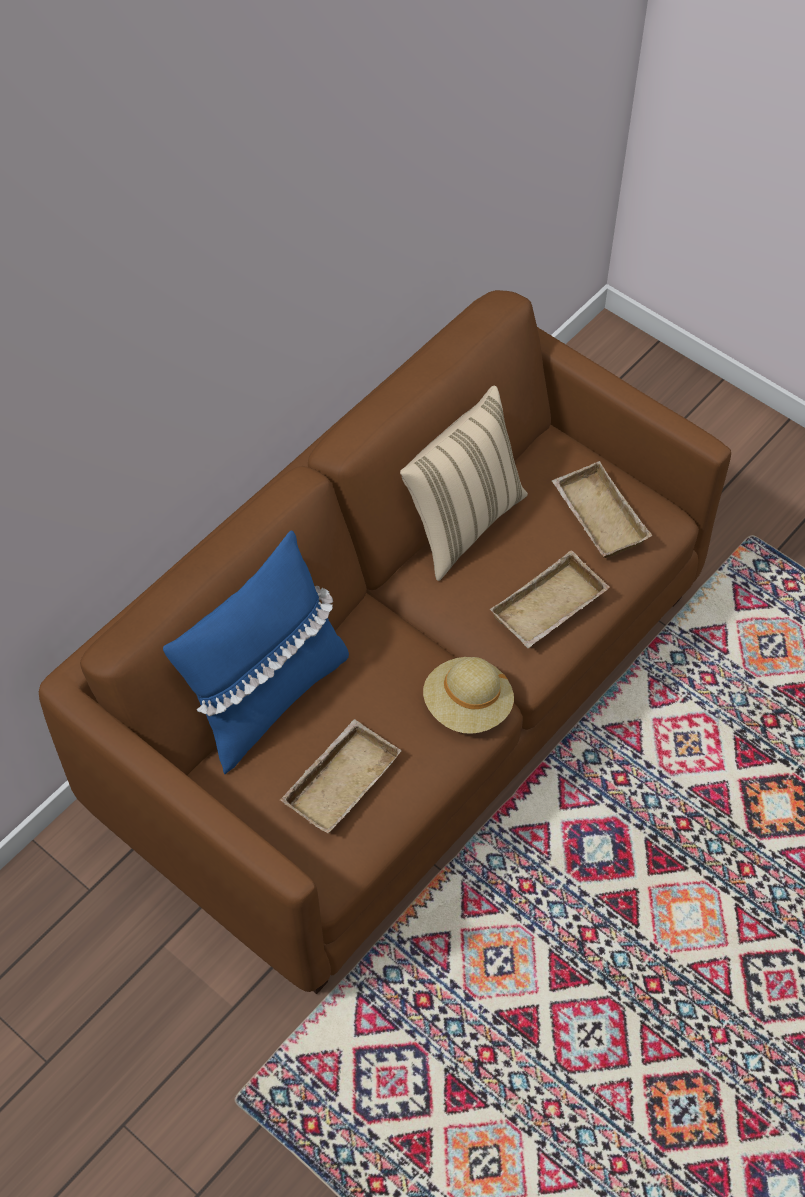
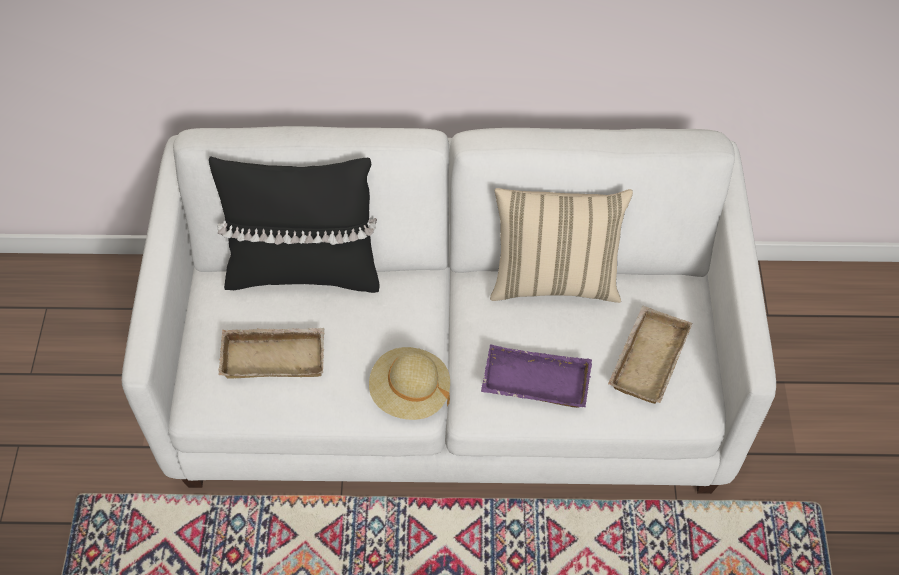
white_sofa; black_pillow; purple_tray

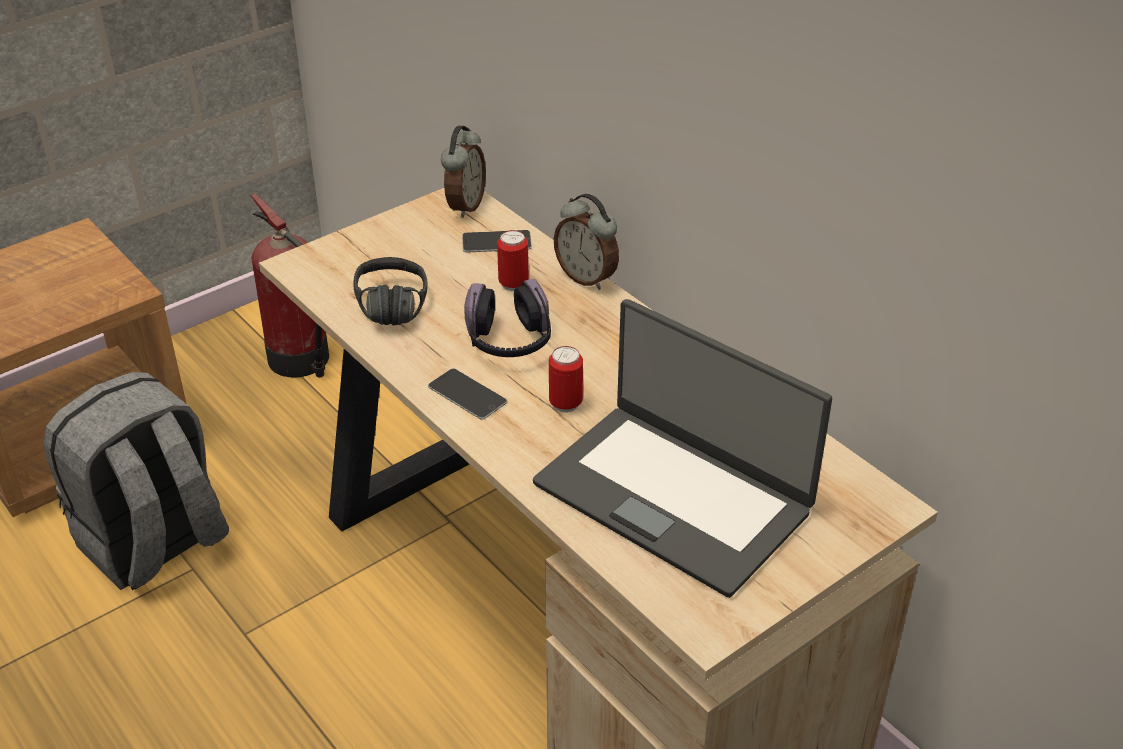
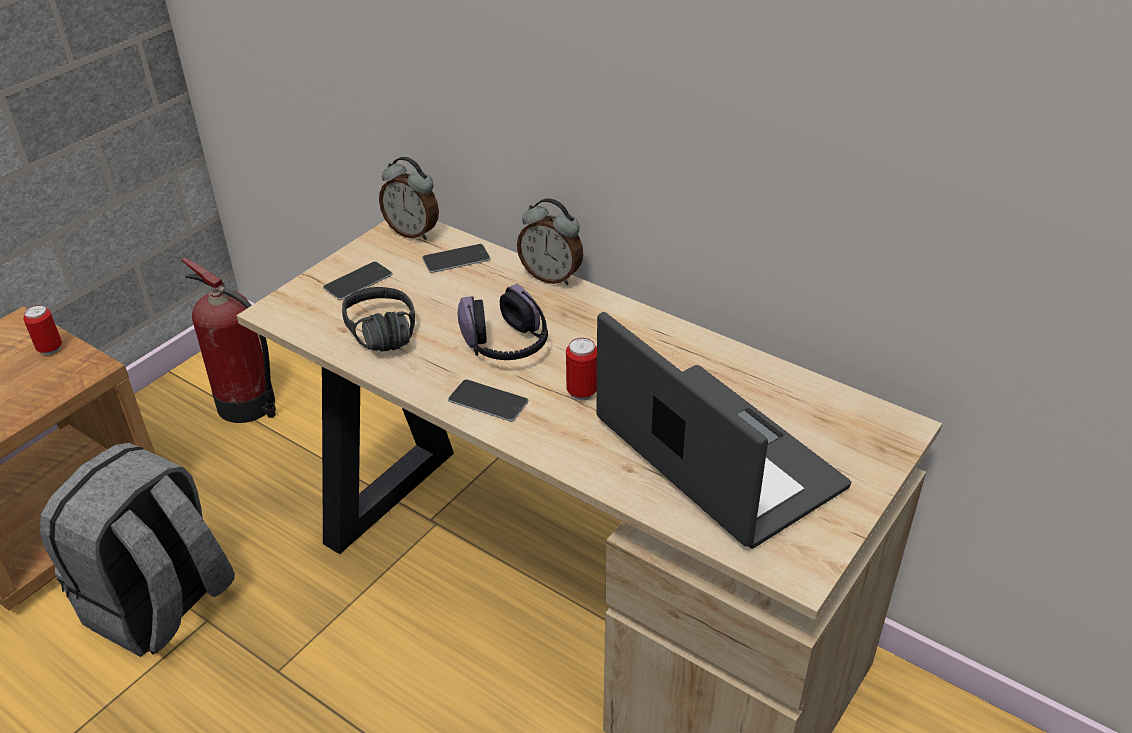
phone (1st from left); can (1st from left); alarm_clock (1st from left); laptop

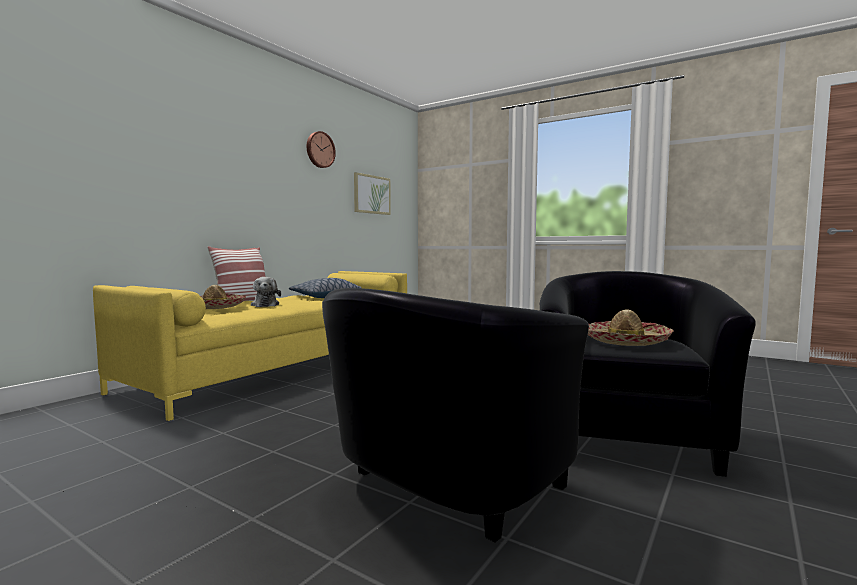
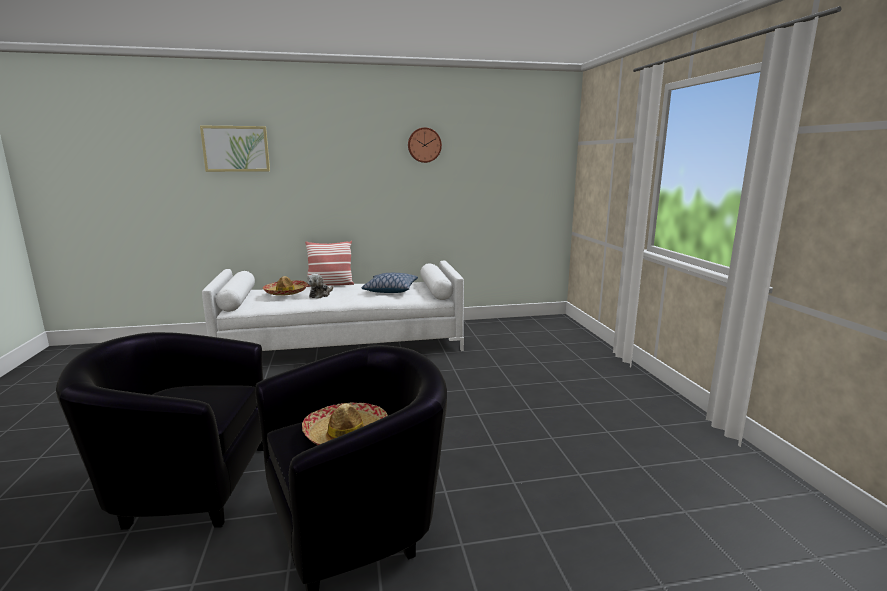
picture; white_sofa

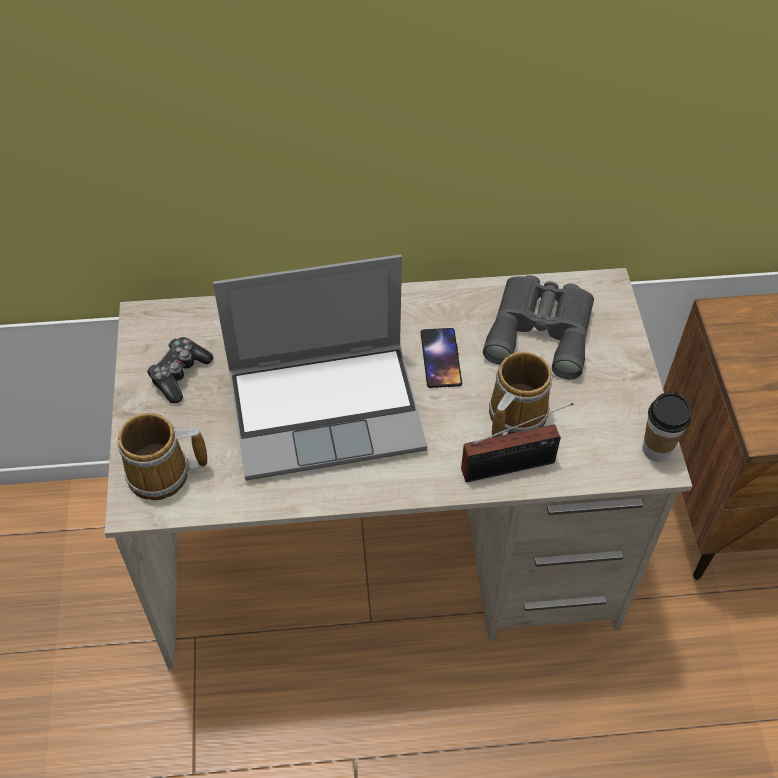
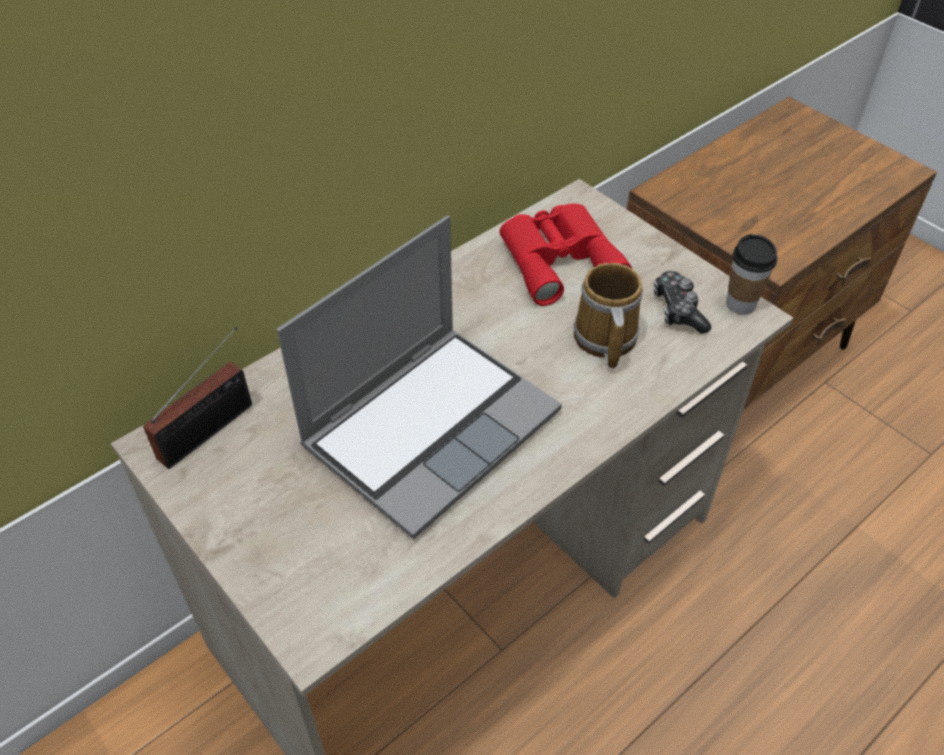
mug (1st from left in the first image); phone; game_controller; radio; red_binoculars

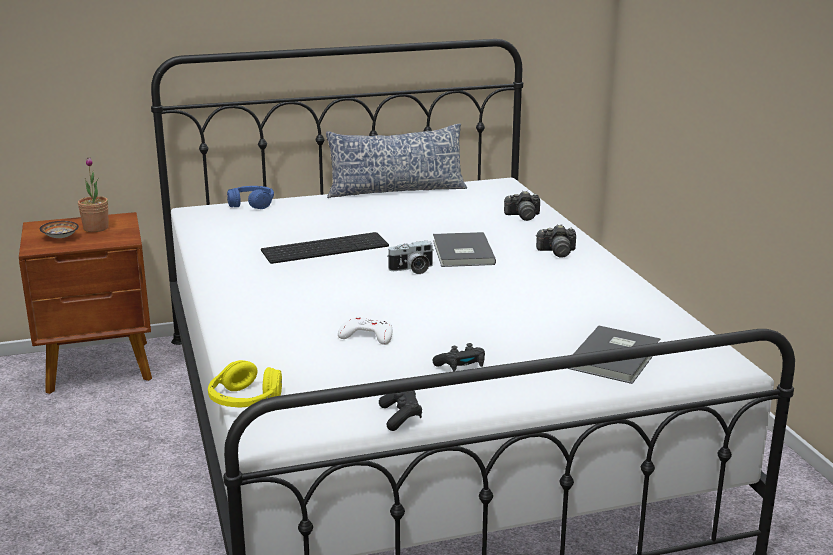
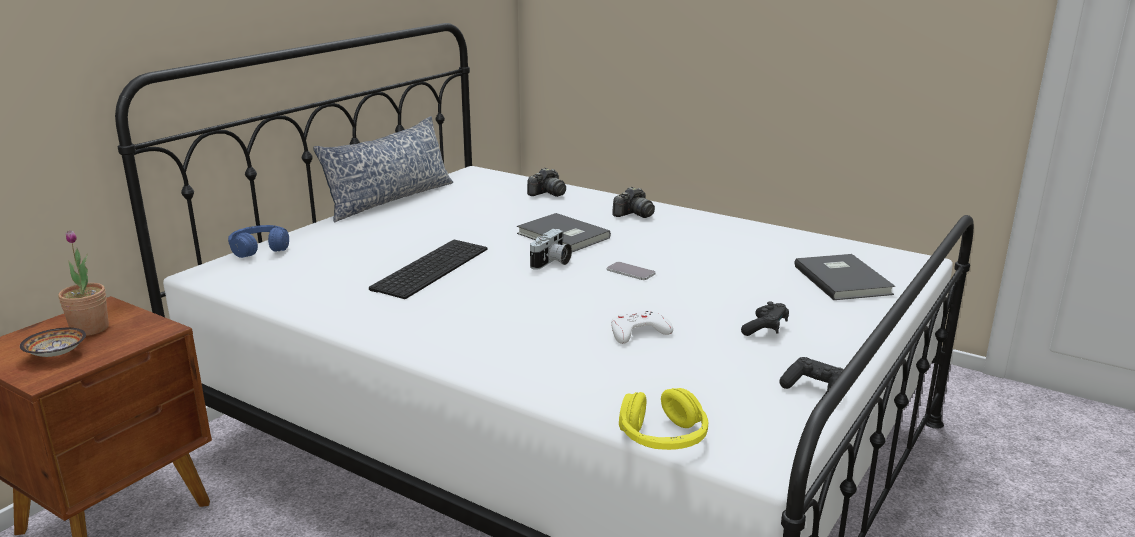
phone

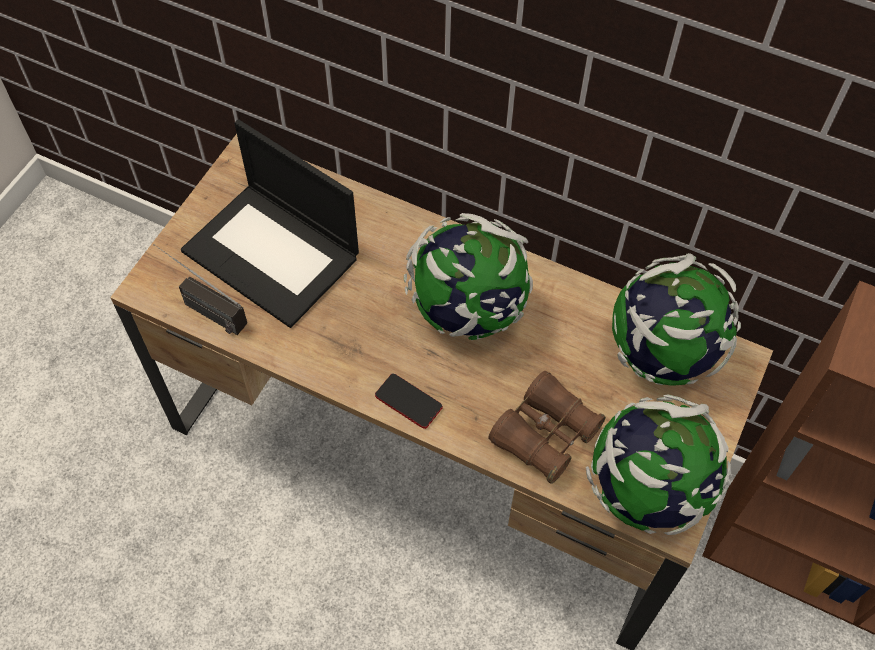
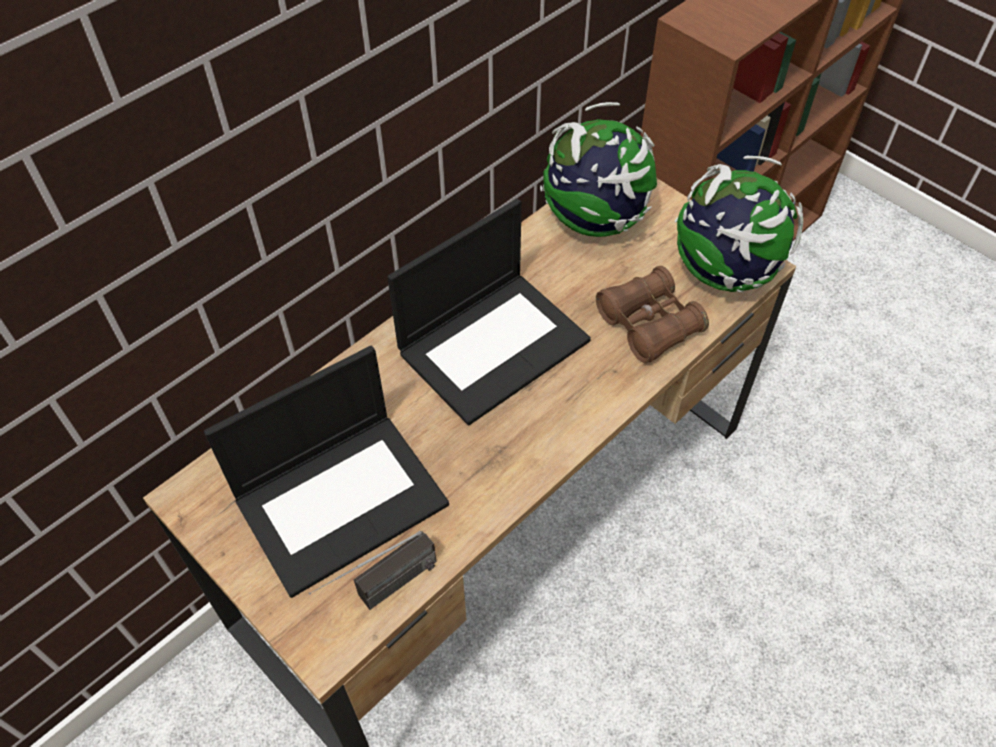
phone; laptop (2nd from left)

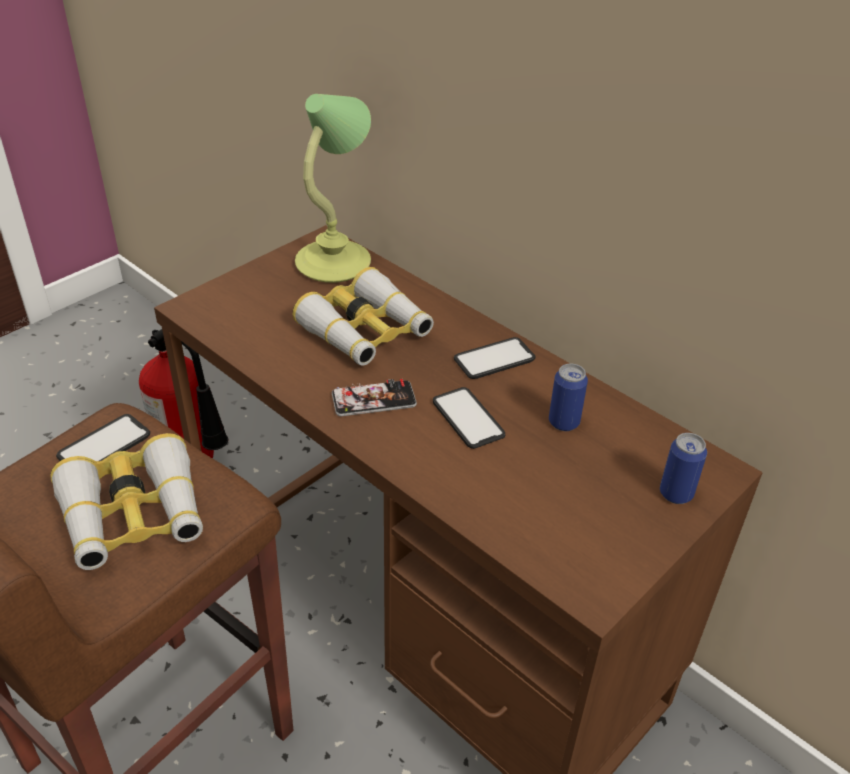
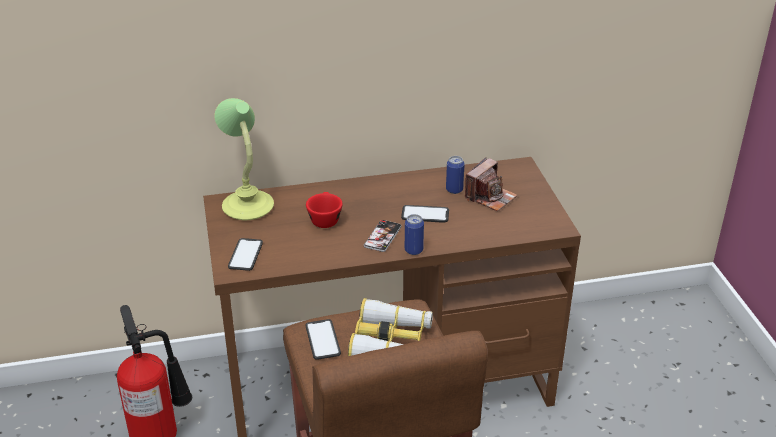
photo_camera; phone (1st from left); can (1st from left); red_cup

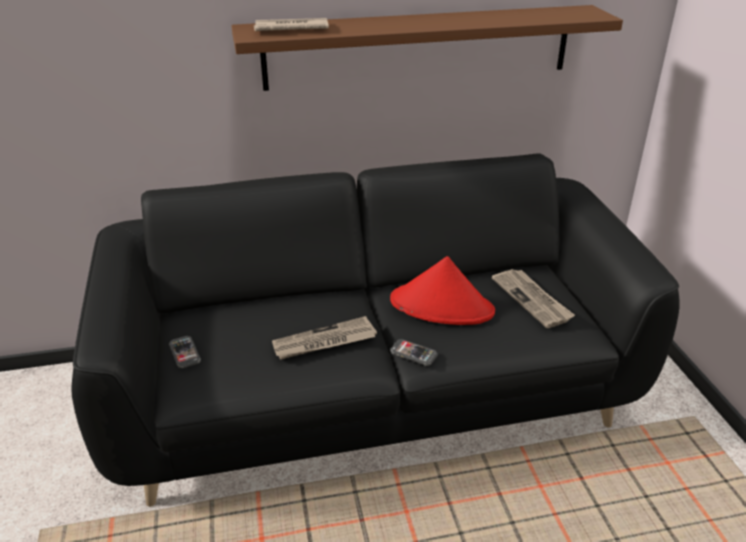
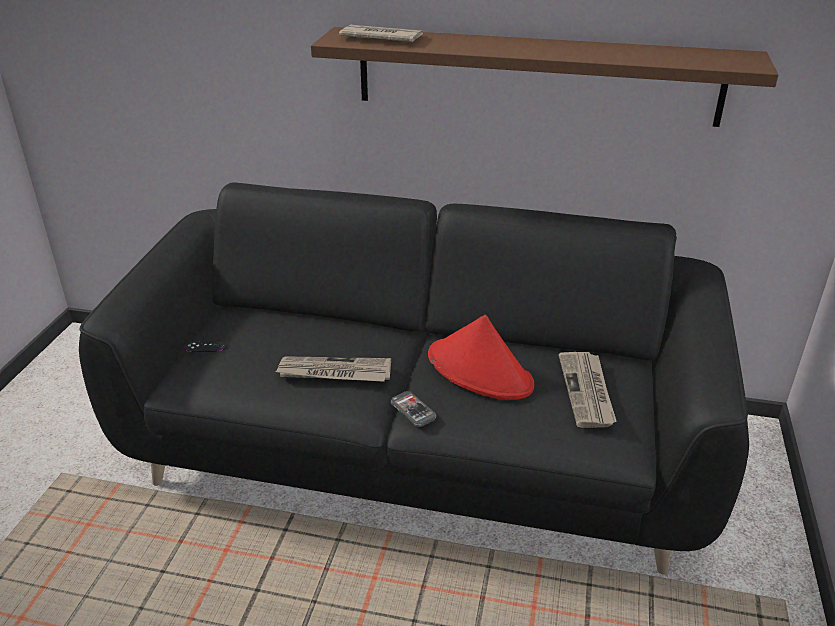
black_game_controller

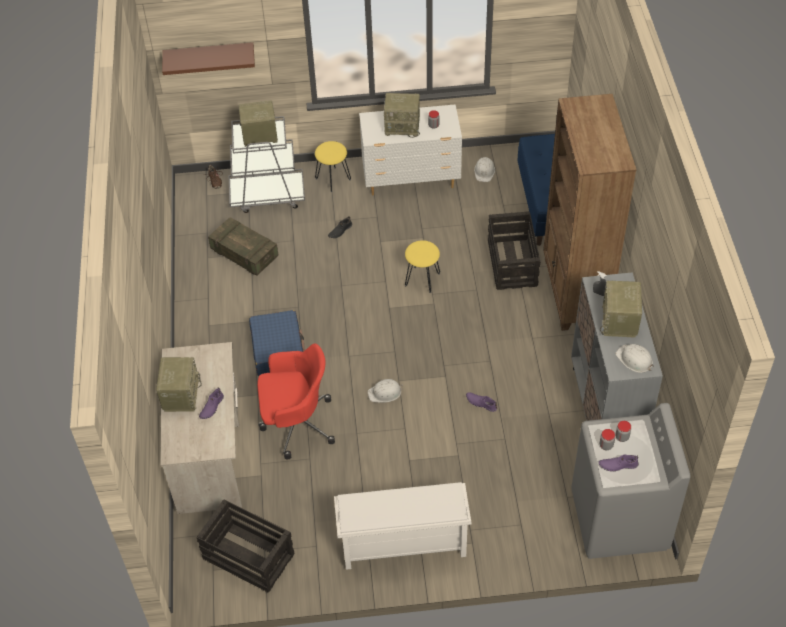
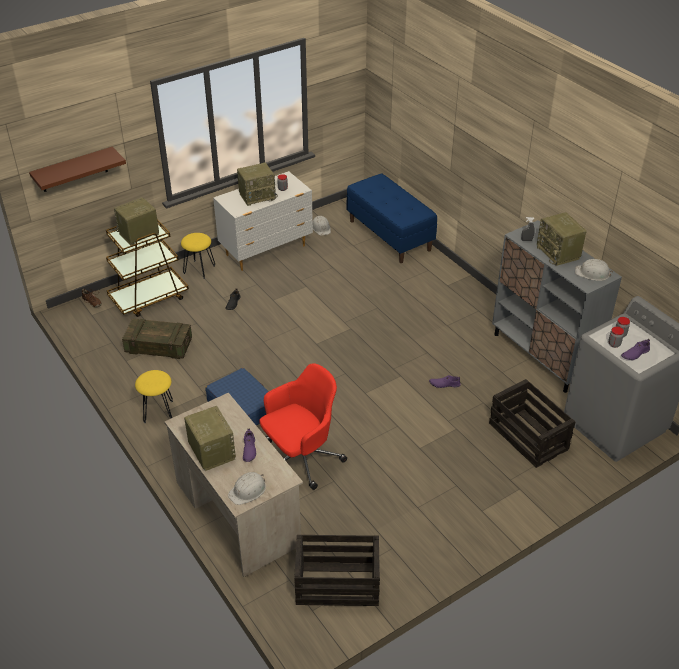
white_shoe_rack; brown_bookcase; white_hard_hat (1st from left); yellow_stool (1st from left); crate (3rd from left); brown_cart

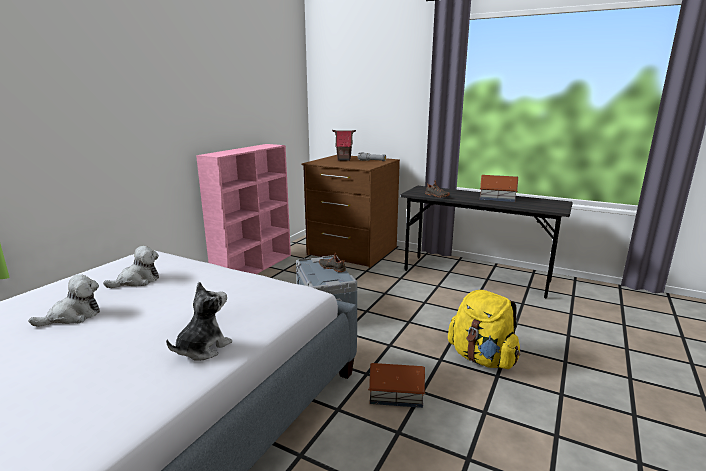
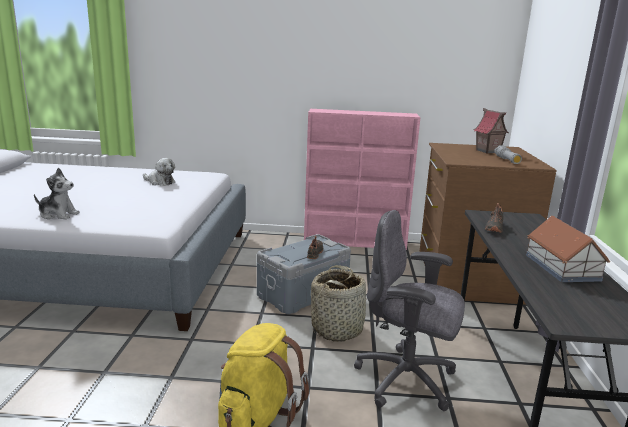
plush_toy (1st from left in the first image); toy_house (2nd from left in the first image); basket; grey_office_chair

